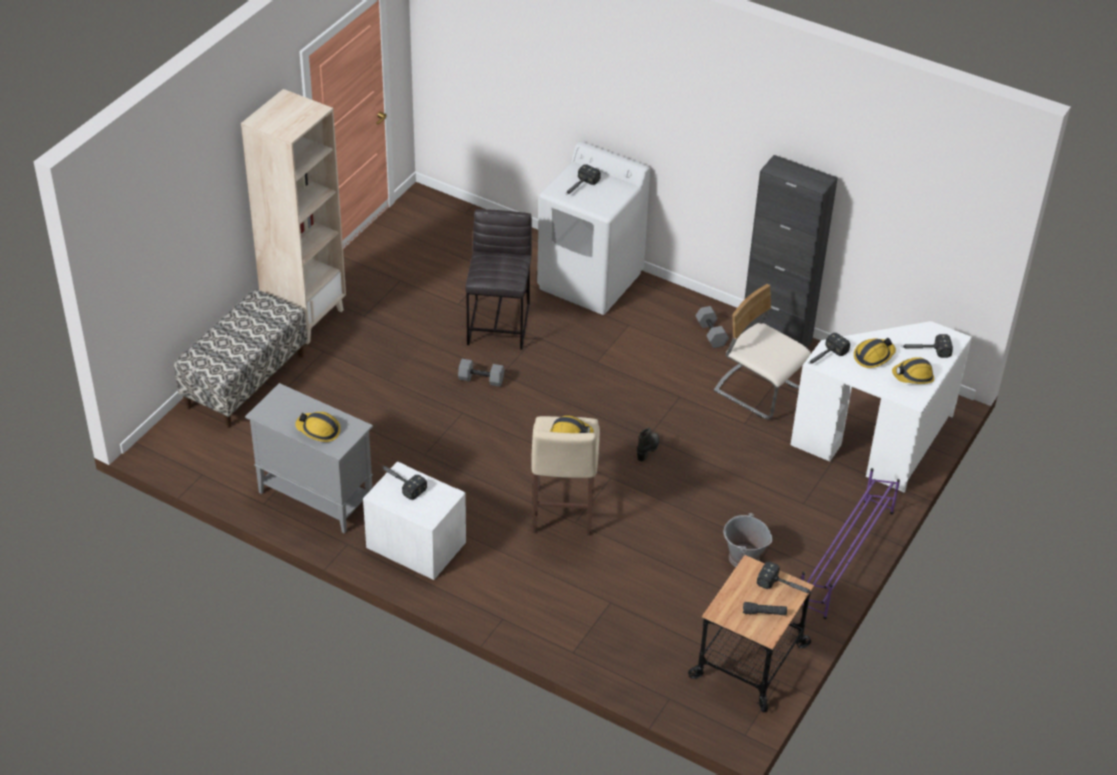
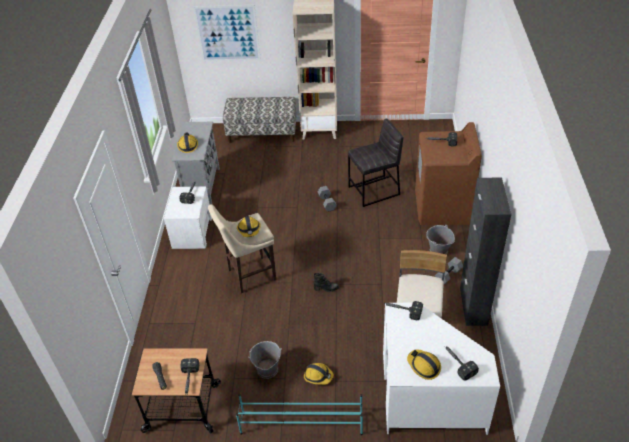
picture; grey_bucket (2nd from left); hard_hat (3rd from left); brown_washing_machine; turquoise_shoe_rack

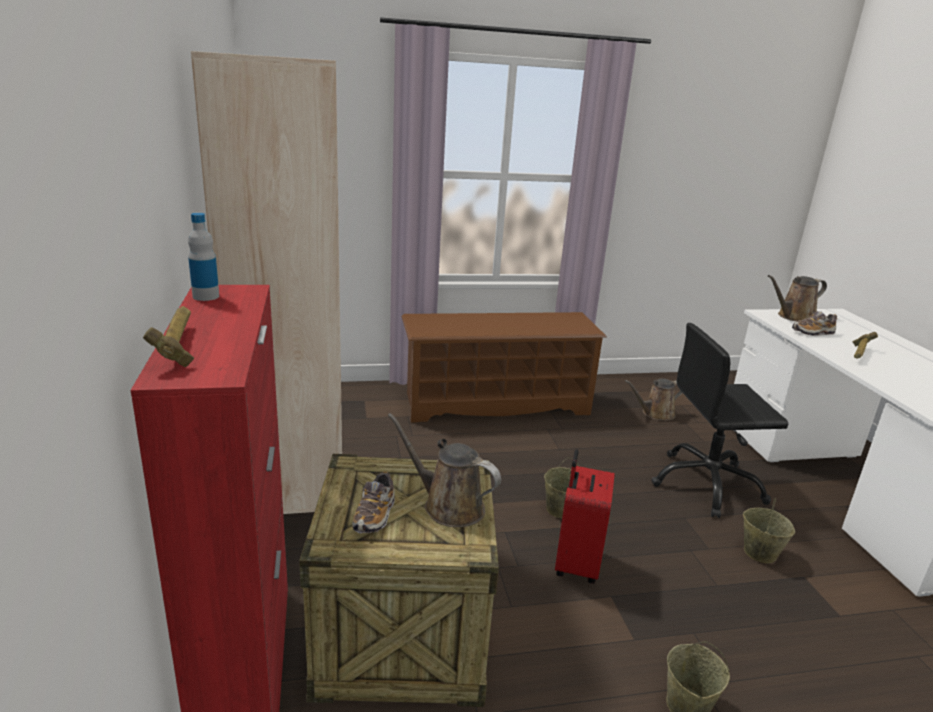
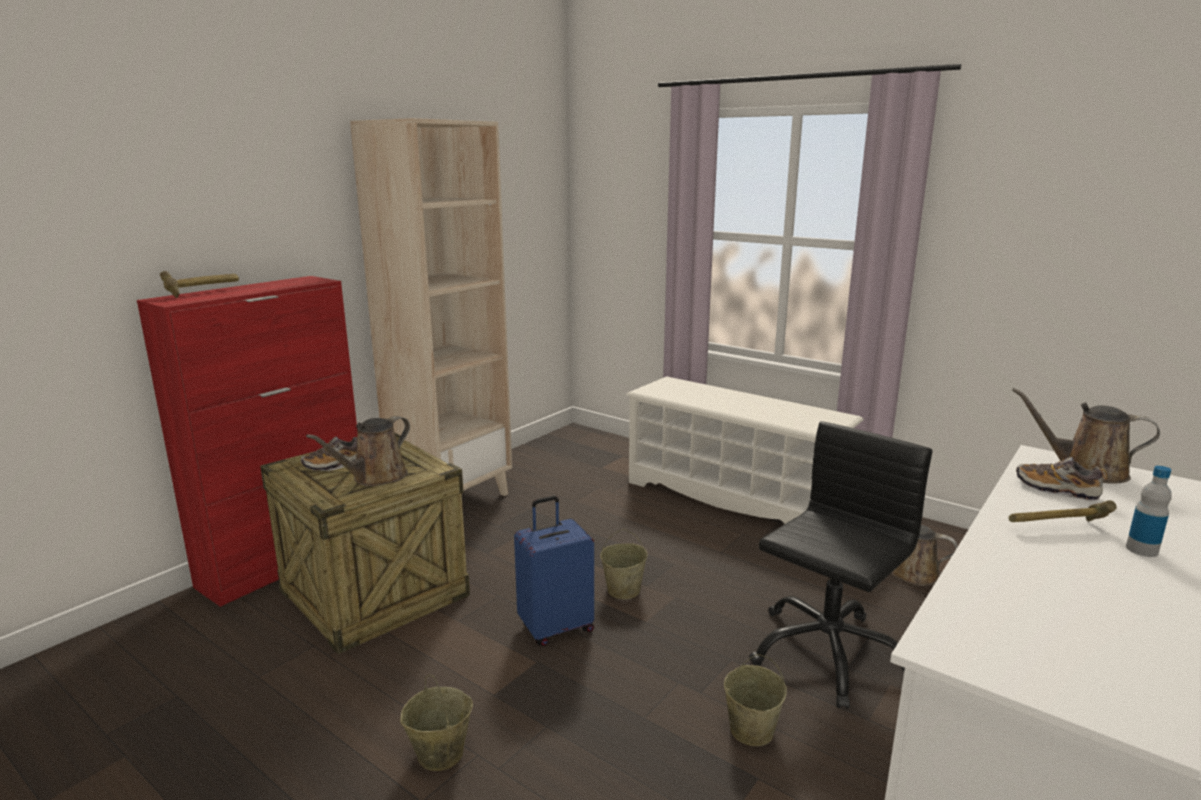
bottle; white_shoe_rack; blue_suitcase; brown_watering_can (1st from left); black_office_chair

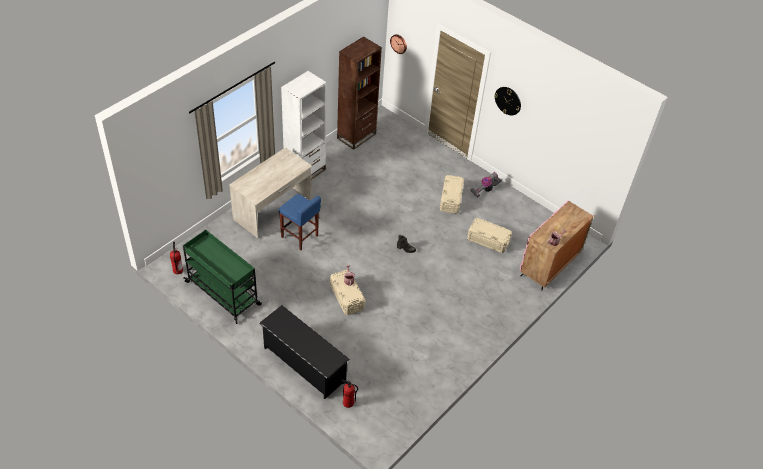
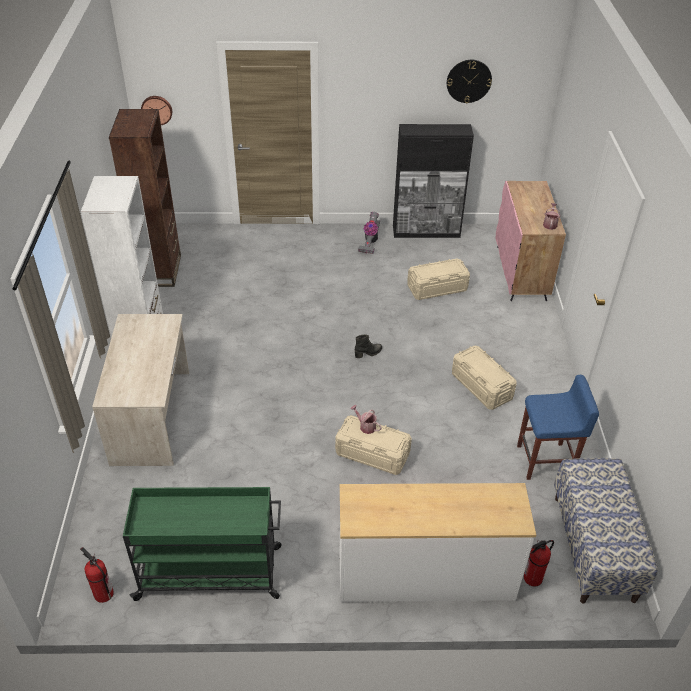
black_cabinet; bench; blue_stool; beige_storage_box (3rd from left); wall_clock (2nd from left); white_dresser

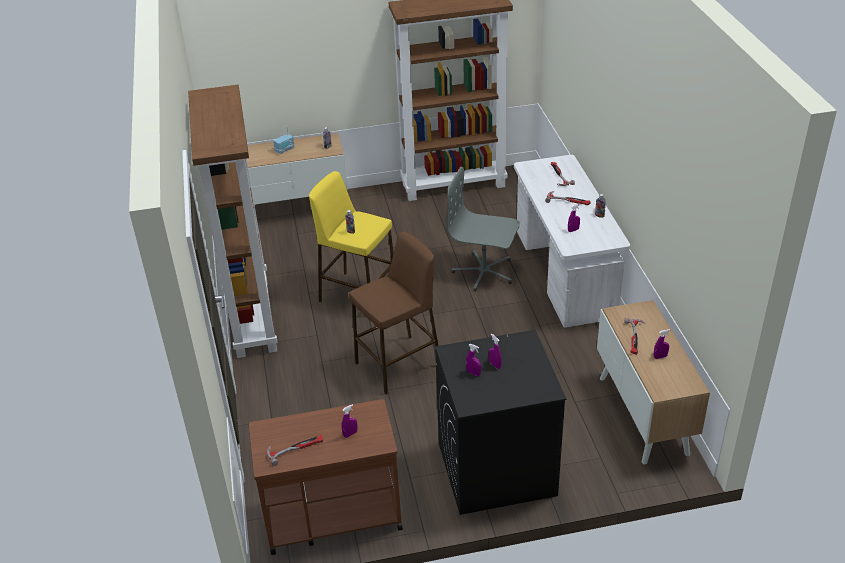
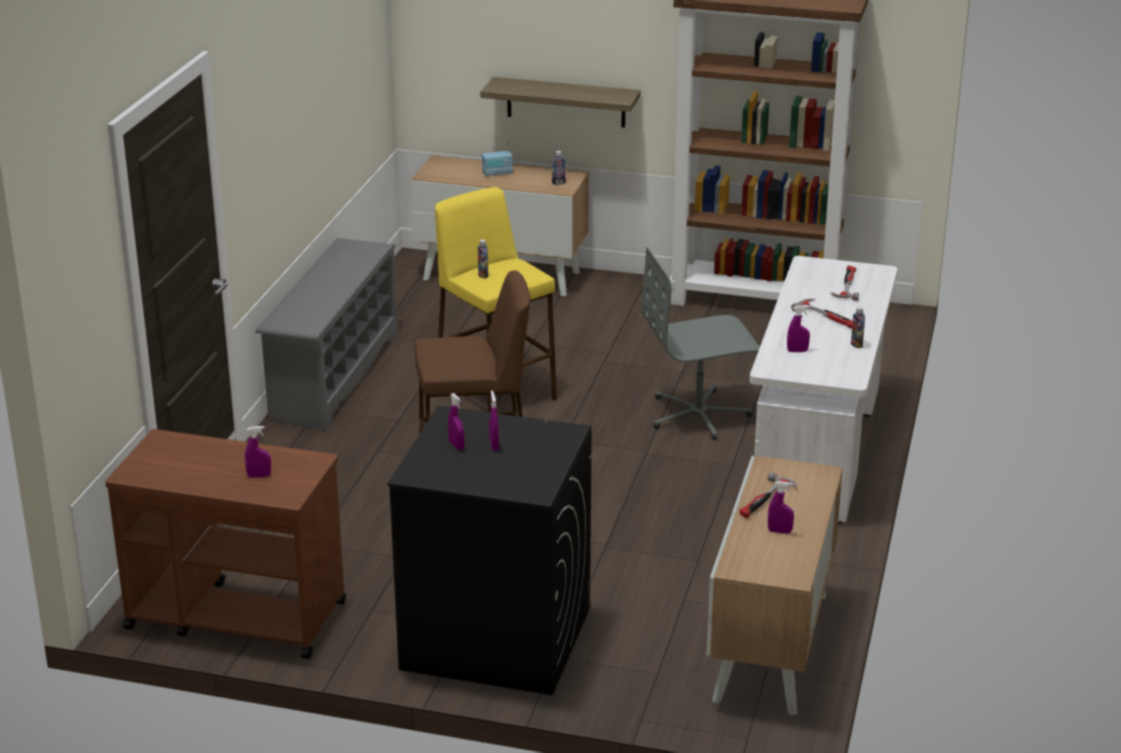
hammer (1st from left in the first image); shelf; grey_shoe_rack; grey_office_chair

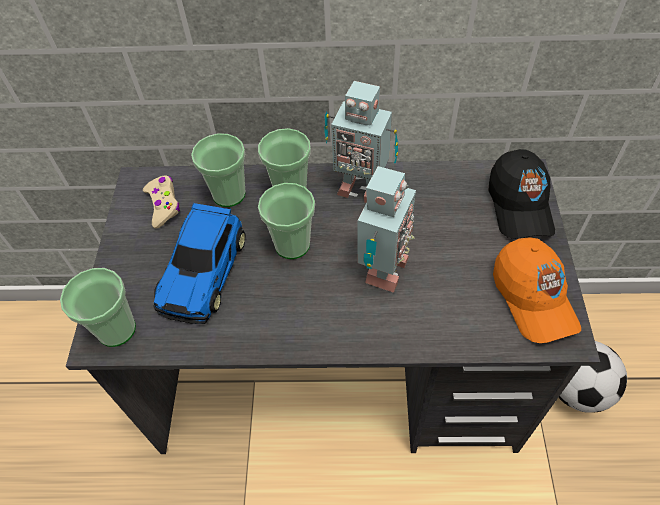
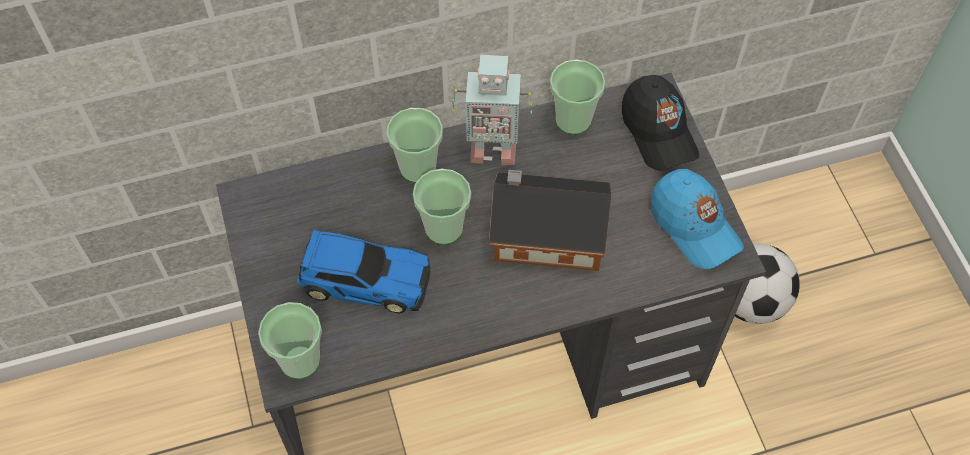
beige_game_controller; cup (4th from left); toy_house; blue_cap; toy_car

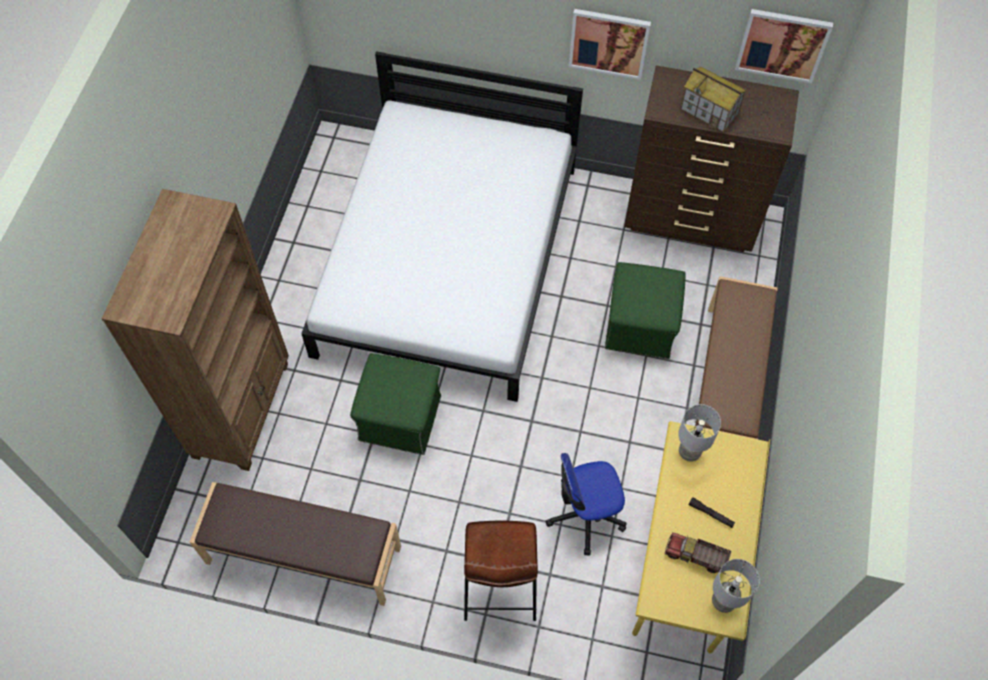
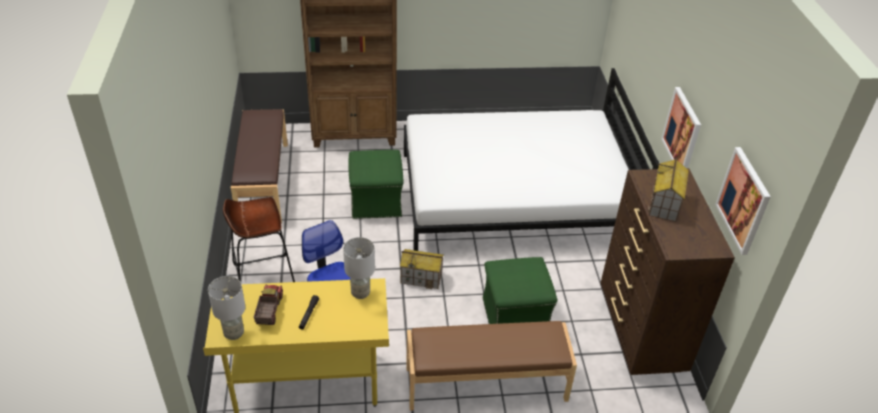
toy_house (1st from left)

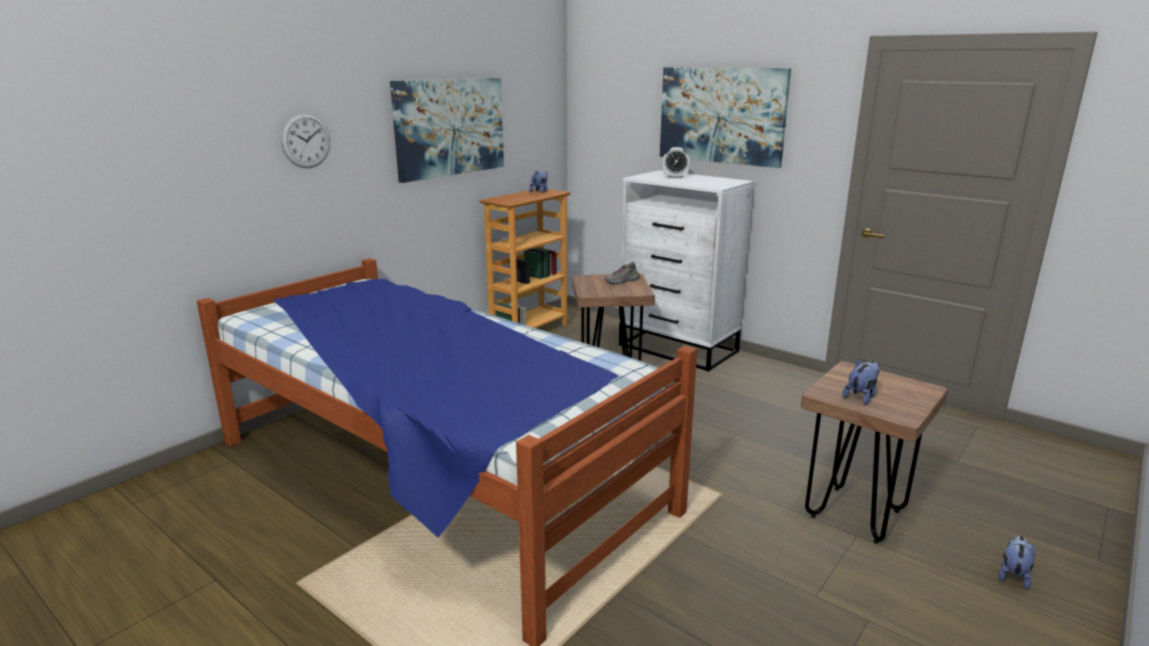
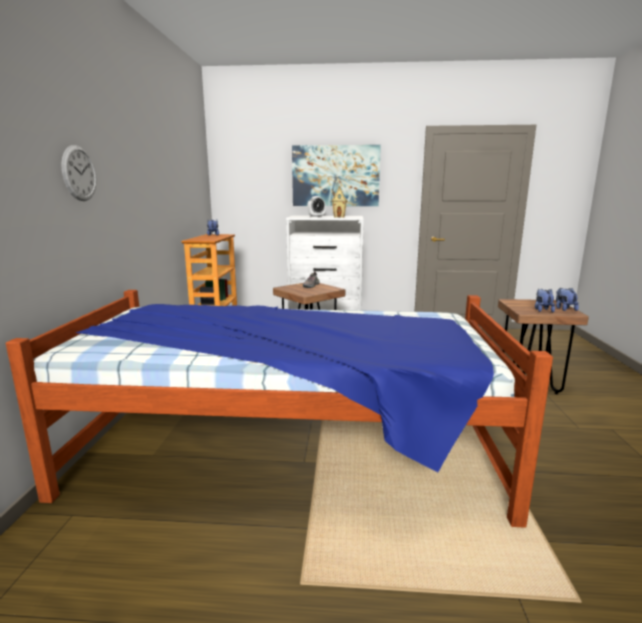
picture (1st from left in the first image); toy_house; plush_toy (3rd from left)

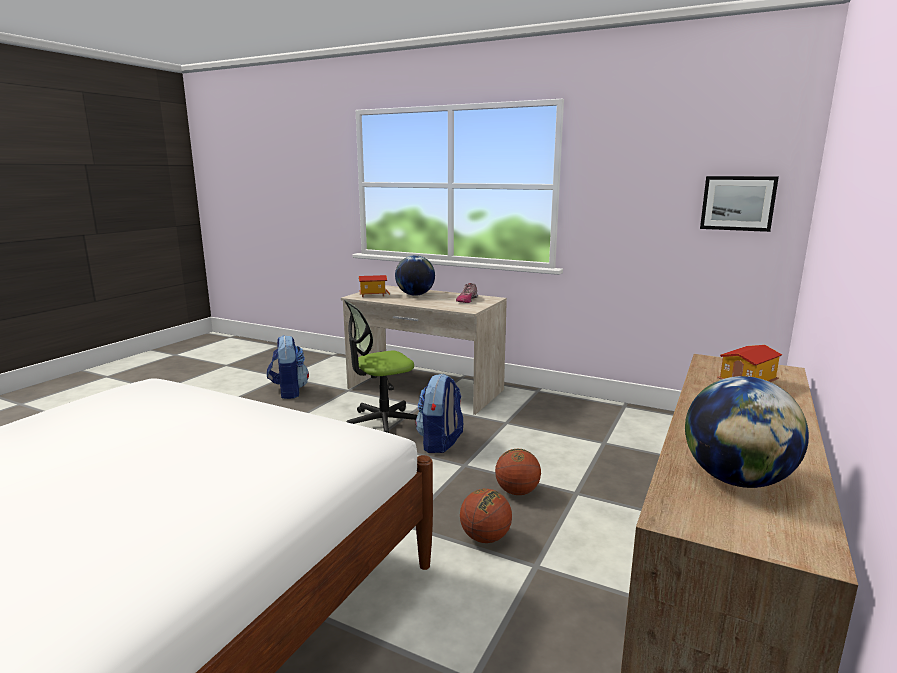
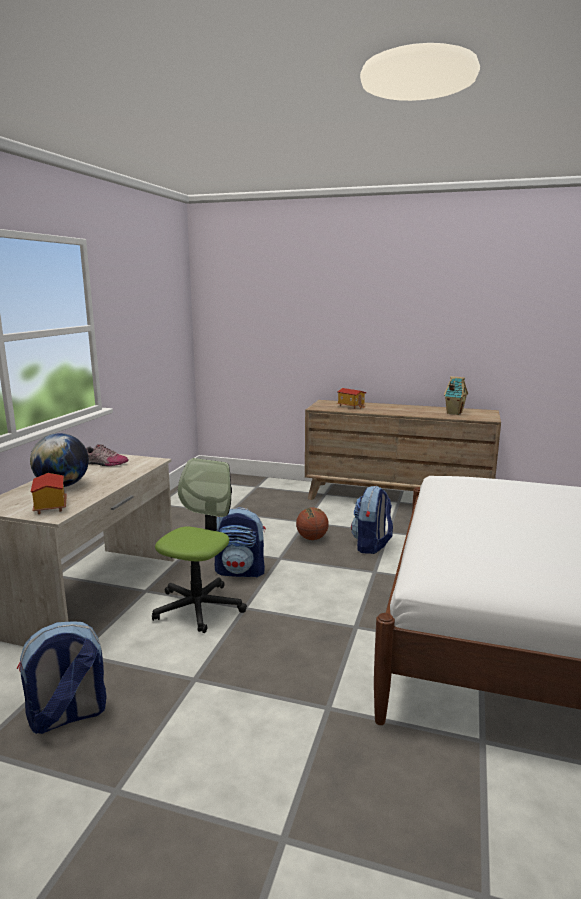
picture; backpack (3rd from left); toy_house (3rd from left); office_chair

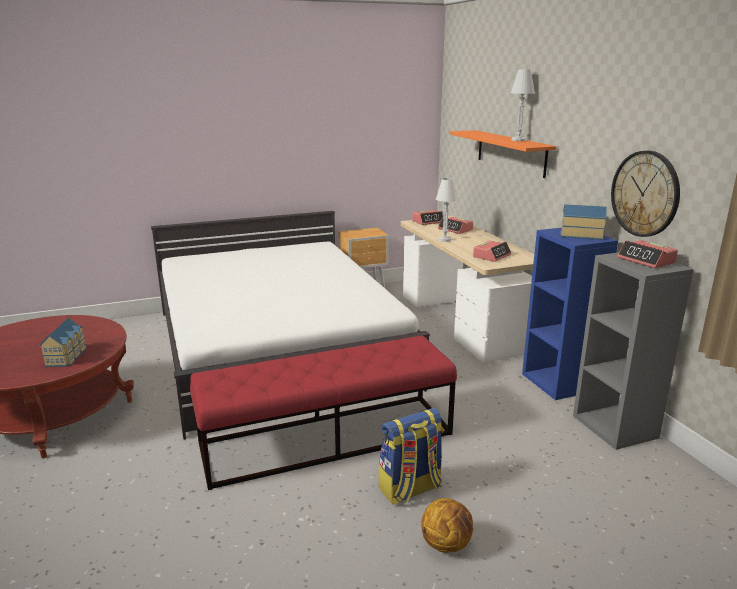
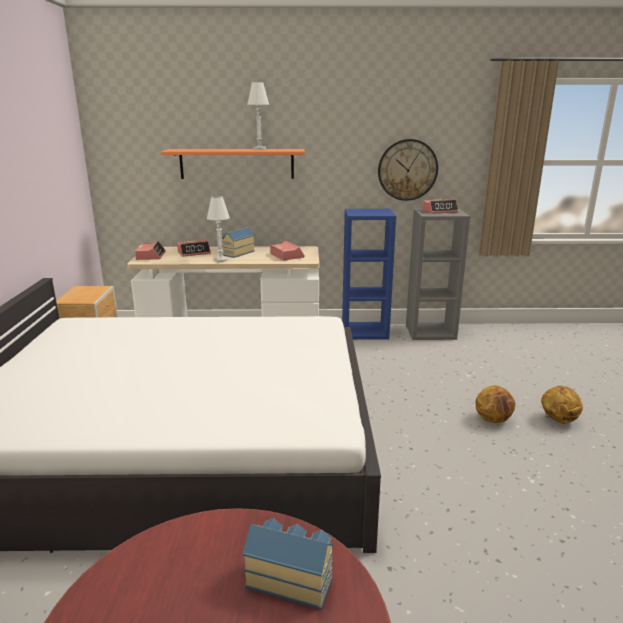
red_bench; toy_house (1st from left); basketball (1st from left)

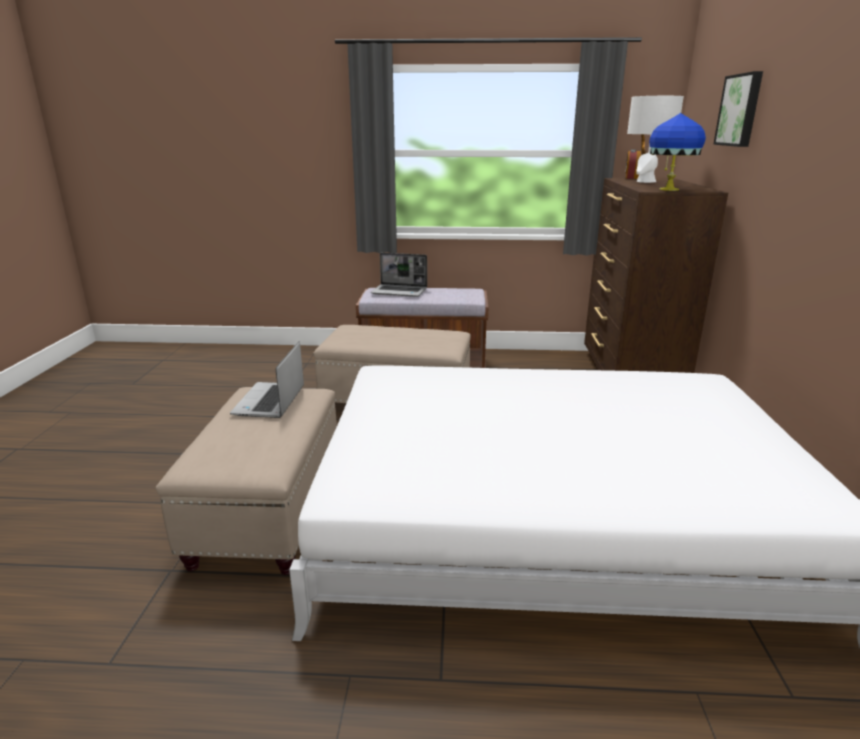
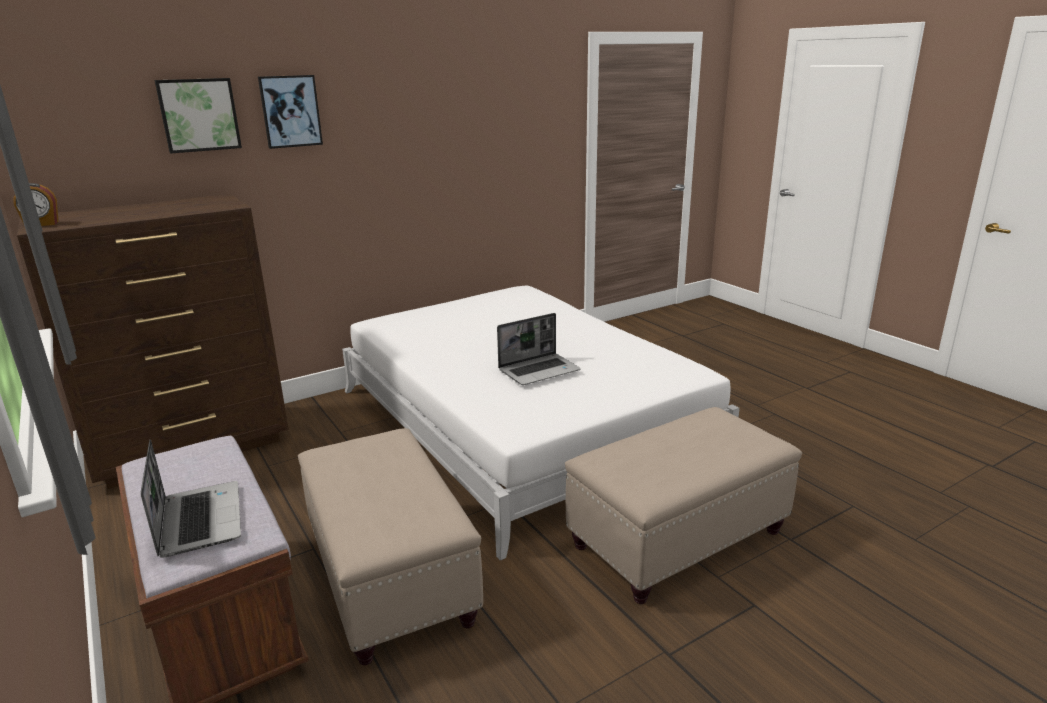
white_table_lamp; blue_table_lamp; picture (2nd from left); laptop (2nd from left)

